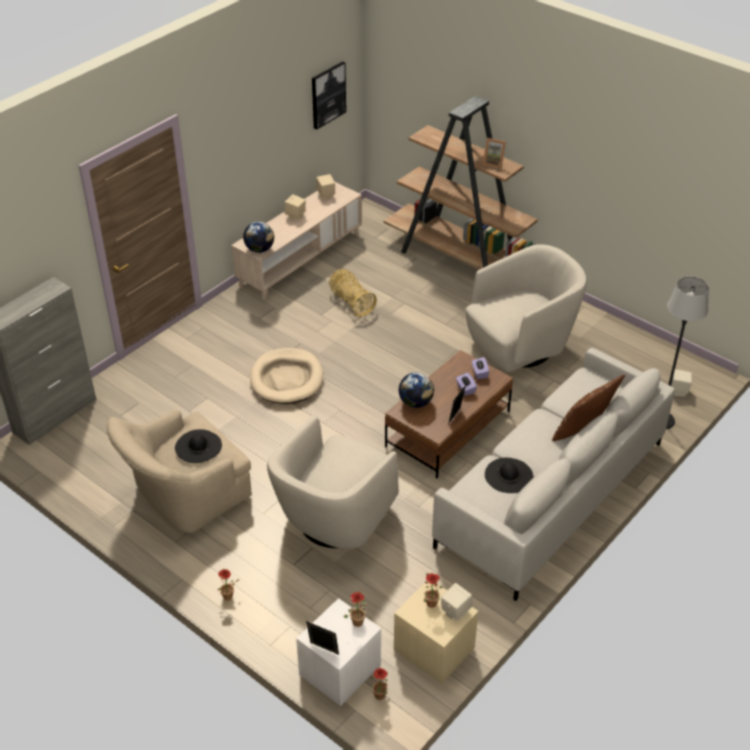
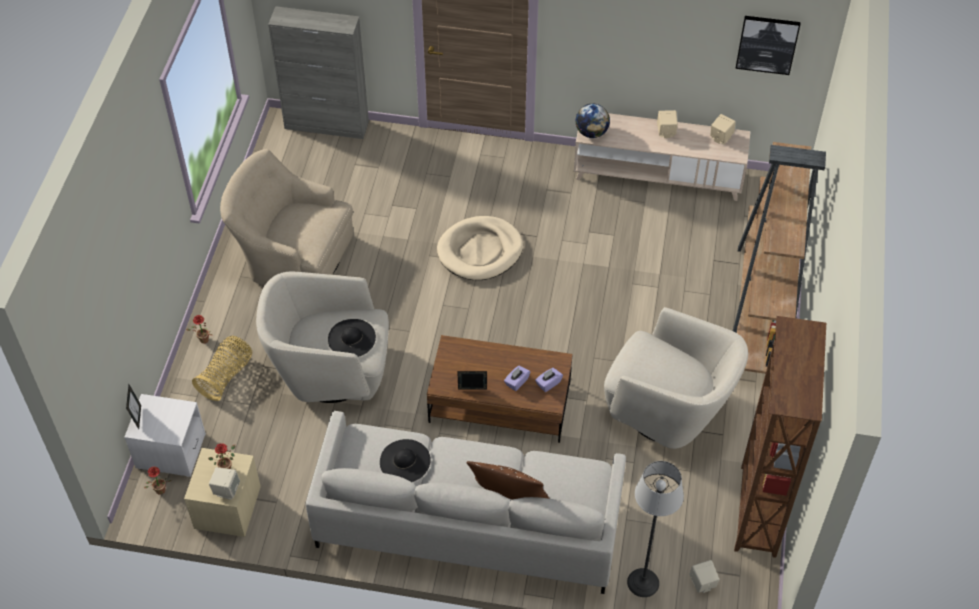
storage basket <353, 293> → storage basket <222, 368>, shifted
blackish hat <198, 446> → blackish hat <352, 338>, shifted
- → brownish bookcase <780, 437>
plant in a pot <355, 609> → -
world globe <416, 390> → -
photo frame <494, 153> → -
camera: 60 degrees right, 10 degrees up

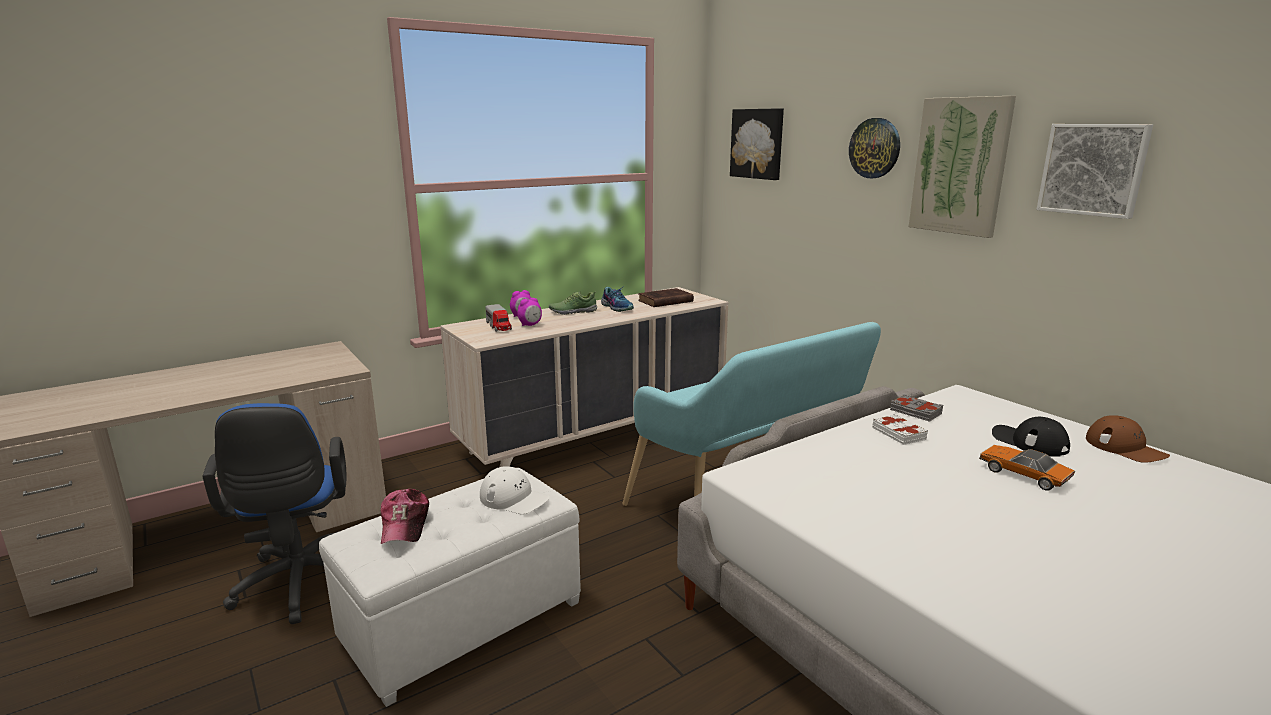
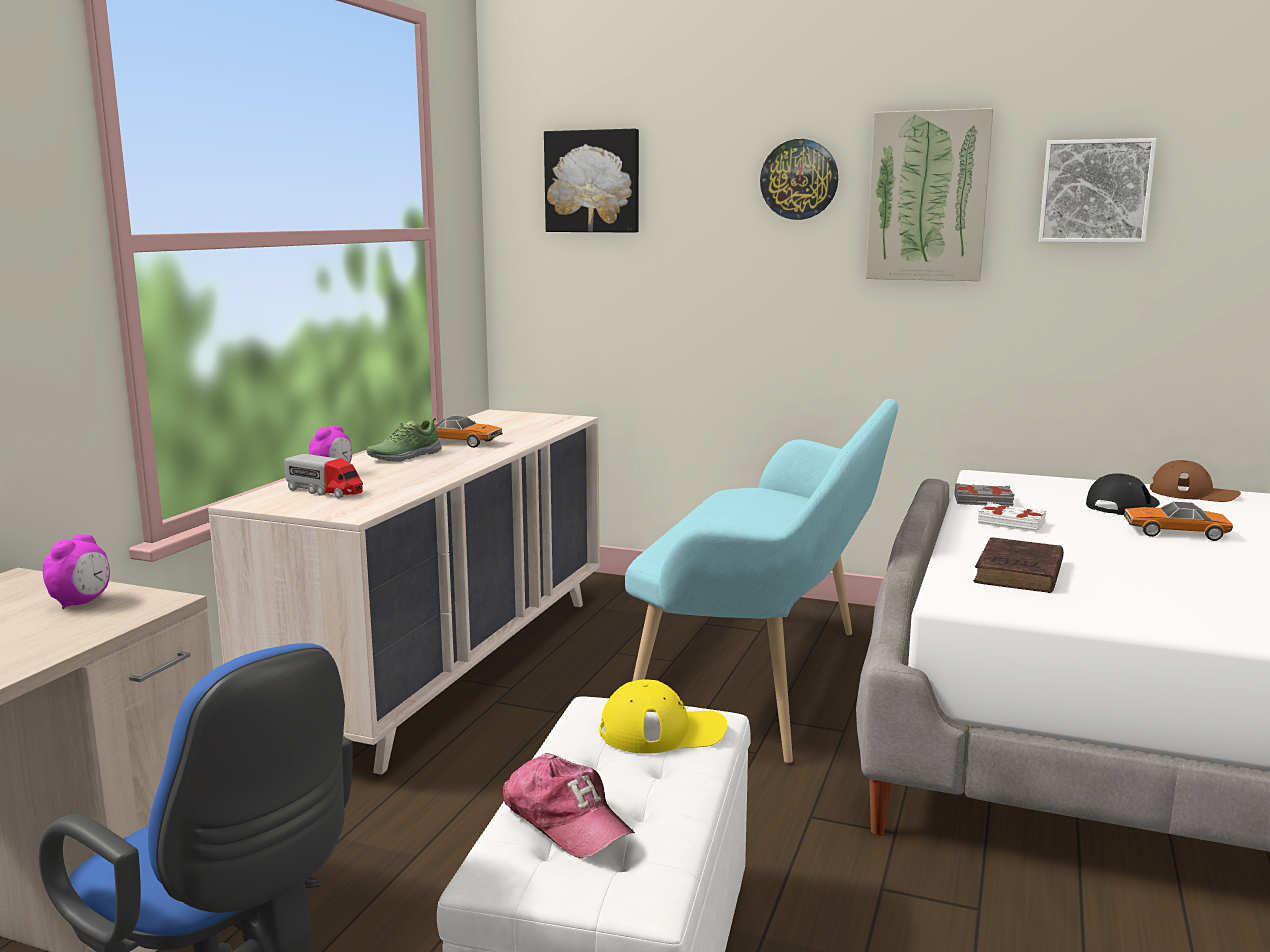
bedside clock <529, 312> → bedside clock <76, 571>, shifted
low shoe <617, 299> → miniature car <468, 432>
white-coloured cap <515, 490> → yellow-coloured cap <663, 716>
brownish bound book <666, 297> → brownish bound book <1019, 565>, shifted
blackish cap <1031, 437> → blackish cap <1123, 494>, 120 degrees clockwise
camera: 35 degrees left, 5 degrees down

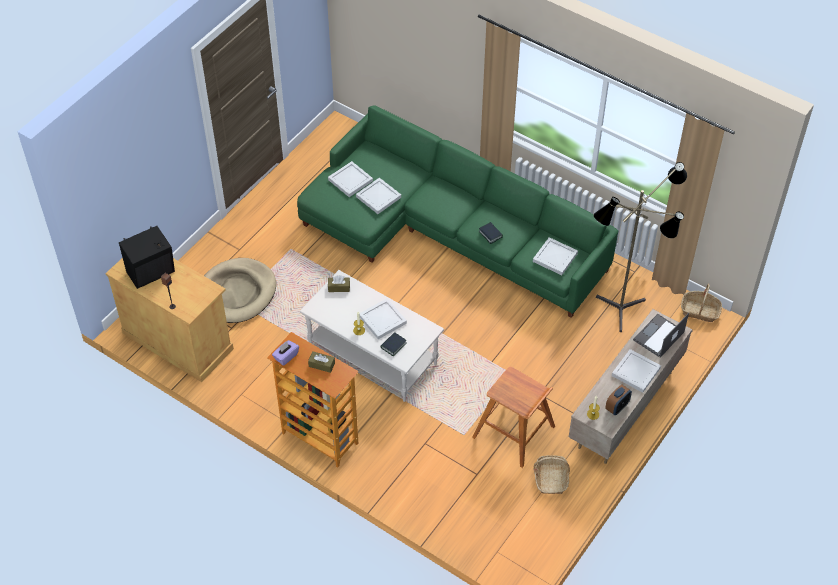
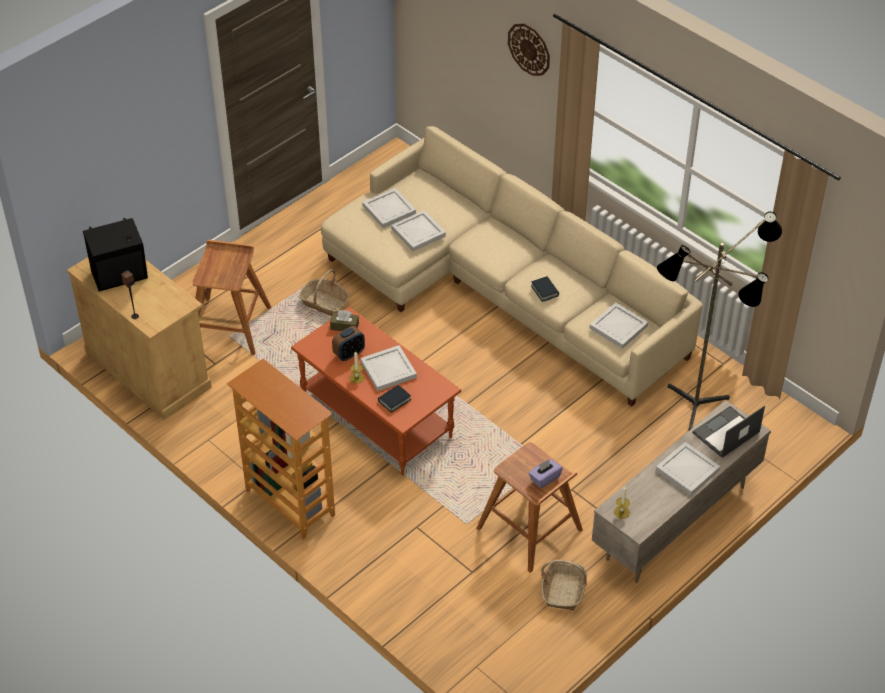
sand-coloured dog bed <240, 290> → brownish sitting stool <232, 297>
white-coloured low table <372, 336> → orangey low table <376, 391>
storage basket <701, 302> → storage basket <324, 292>, shifted
greenish sofa <457, 211> → sand-coloured sofa <512, 266>
bedside clock <618, 399> → bedside clock <348, 343>, shifted
- → hanging clock <529, 50>
purple tissue holder <285, 353> → purple tissue holder <546, 474>, shifted
brownish tissue holder <321, 362> → -
camera: 10 degrees right, 5 degrees down

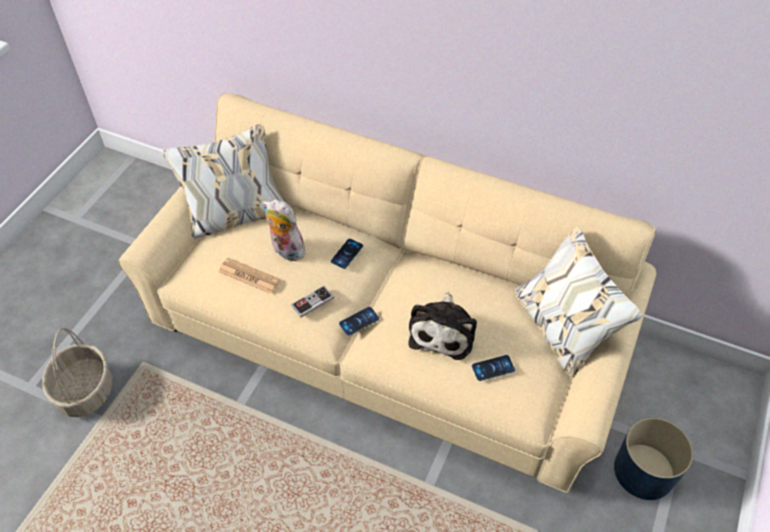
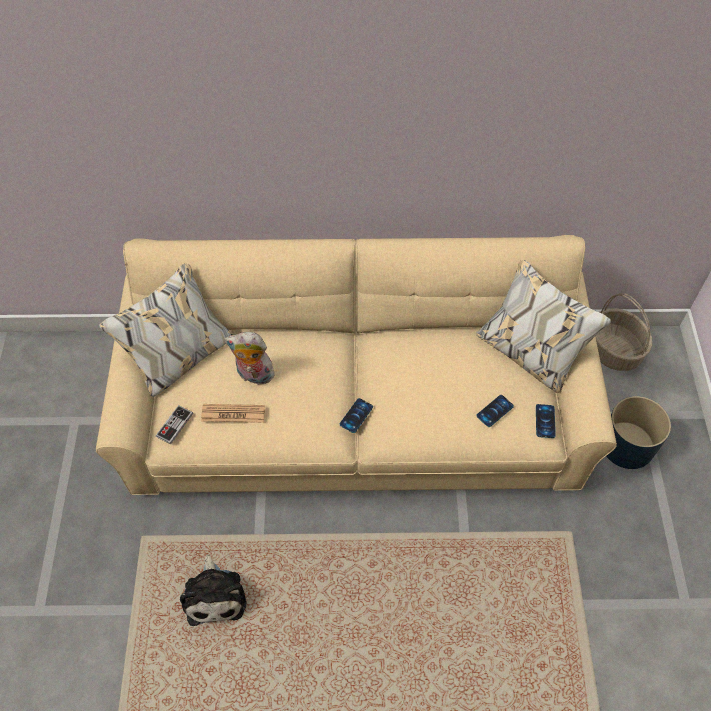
joypad <312, 302> → joypad <174, 424>, shifted
cuddly toy <442, 326> → cuddly toy <213, 590>, shifted
handset <347, 254> → handset <546, 421>, shifted
storage basket <77, 372> → storage basket <623, 332>, shifted
camera: 25 degrees left, 5 degrees up

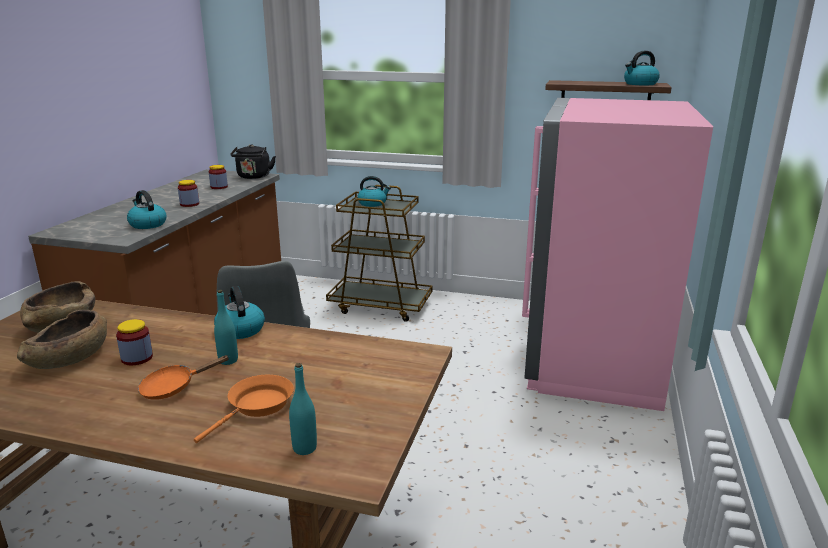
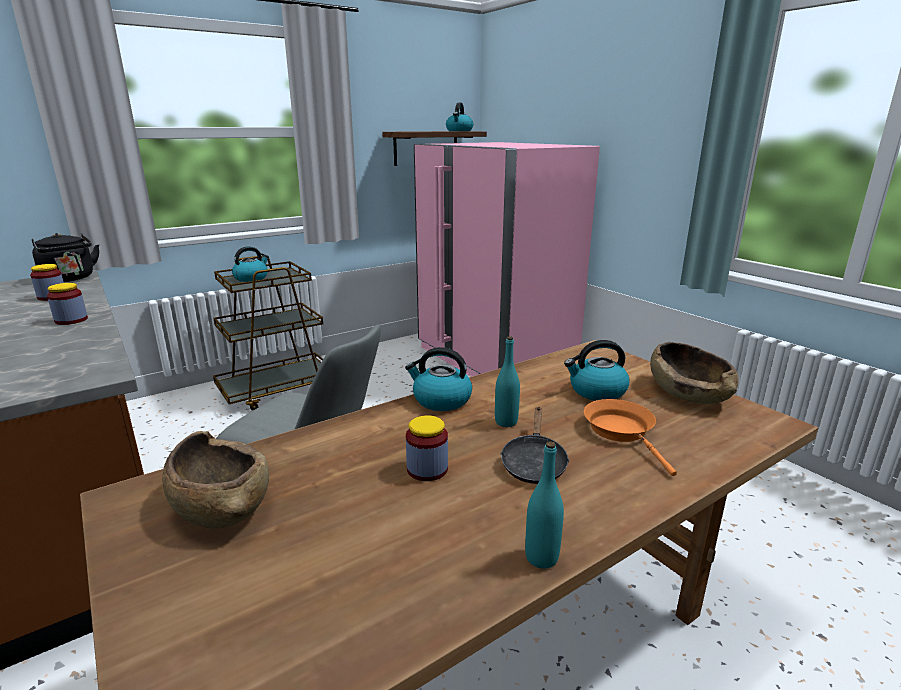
orangey frying pan <184, 377> → blackish frying pan <535, 445>
turquoise drink bottle <303, 409> → turquoise drink bottle <544, 505>, shifted
tea kettle <147, 209> → tea kettle <596, 370>, shifted
brownish serving bowl <62, 339> → brownish serving bowl <694, 373>, shifted
camera: 50 degrees left, 0 degrees up

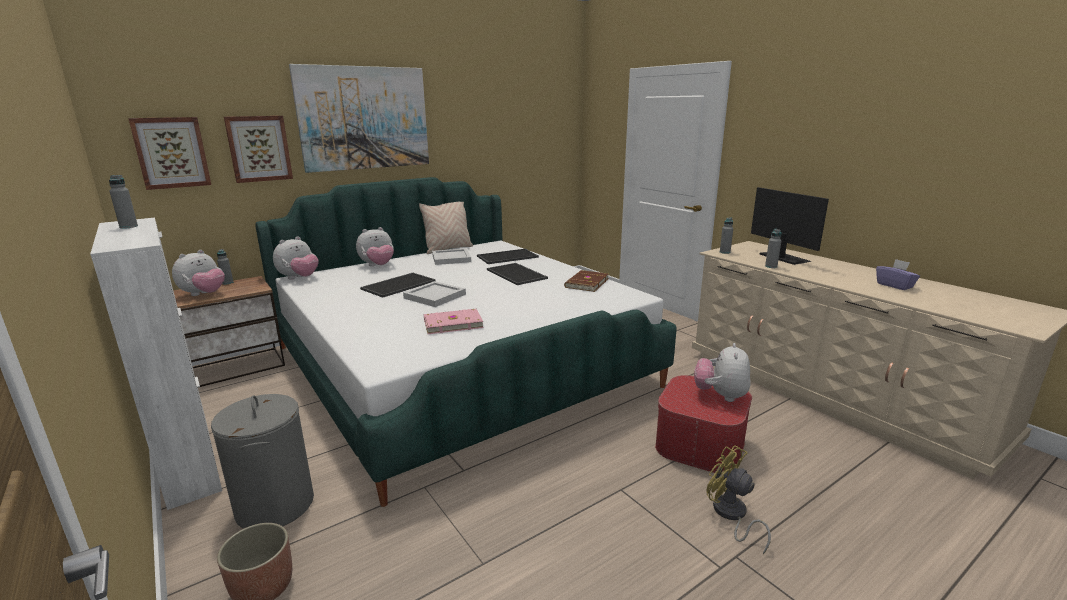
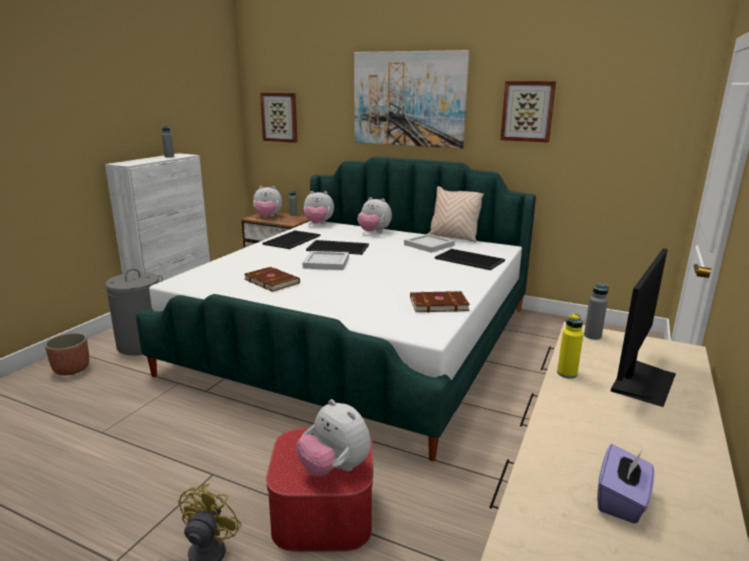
pinkish bound book <453, 321> → brownish bound book <272, 279>
serving tray <517, 274> → serving tray <291, 239>, shifted
cuddly toy <722, 372> → cuddly toy <333, 438>, 120 degrees counterclockwise
picture <258, 149> → picture <528, 112>, shifted
gray drink bottle <773, 248> → yellow-coloured drink bottle <570, 346>
camera: 60 degrees right, 0 degrees up

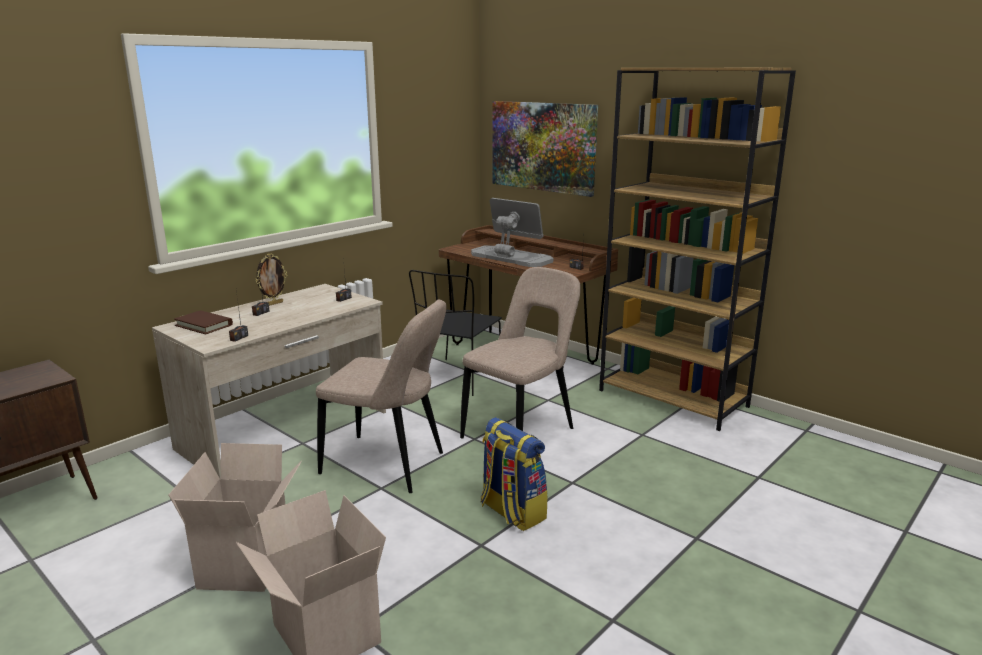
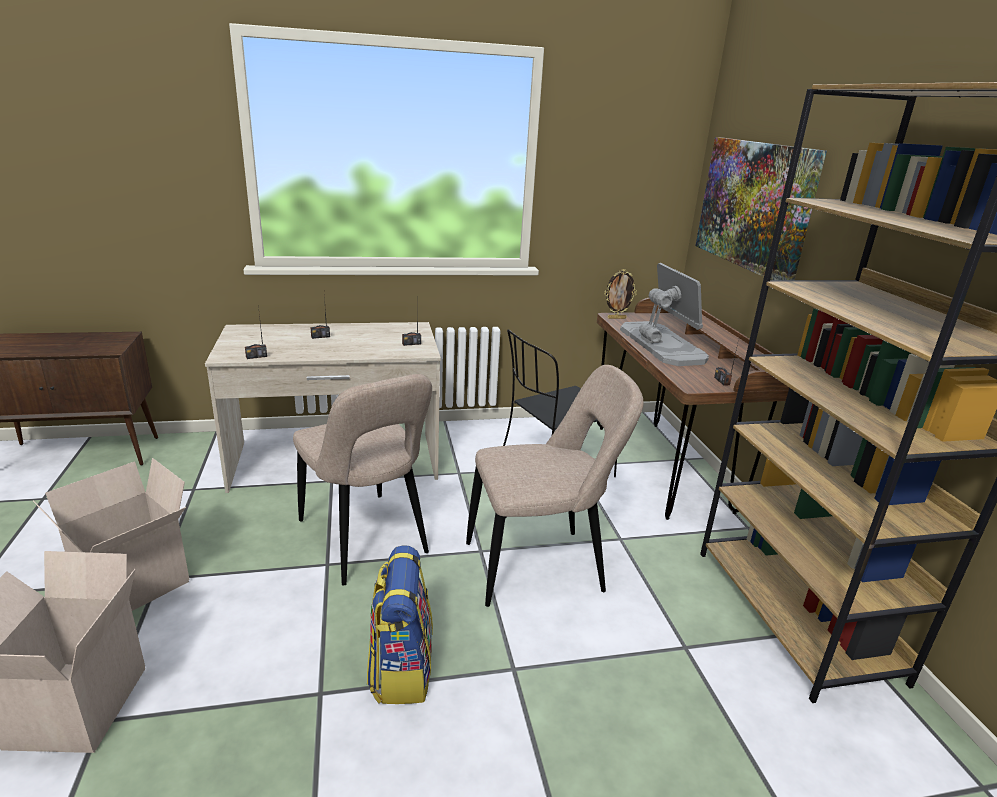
photo frame <271, 280> → photo frame <621, 294>, shifted
brownish bound book <203, 322> → -
camera: 35 degrees right, 5 degrees up

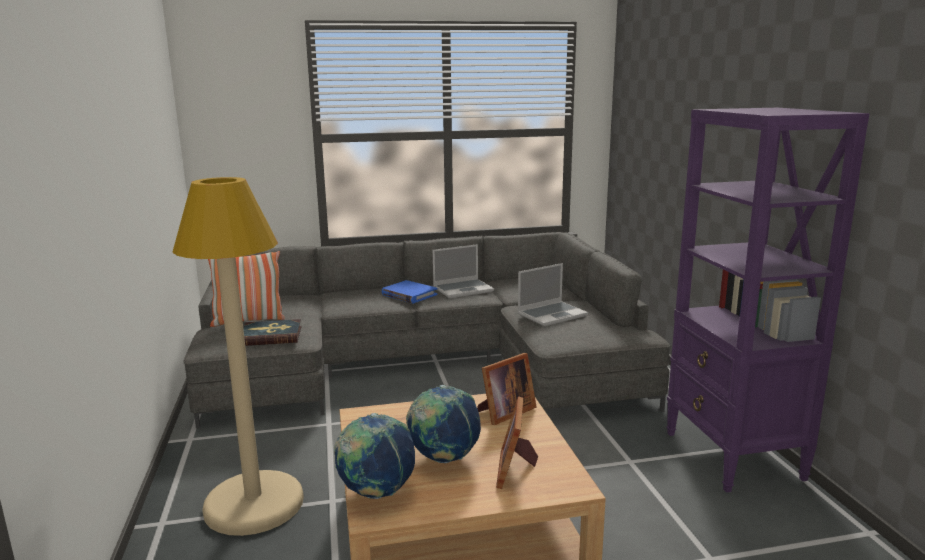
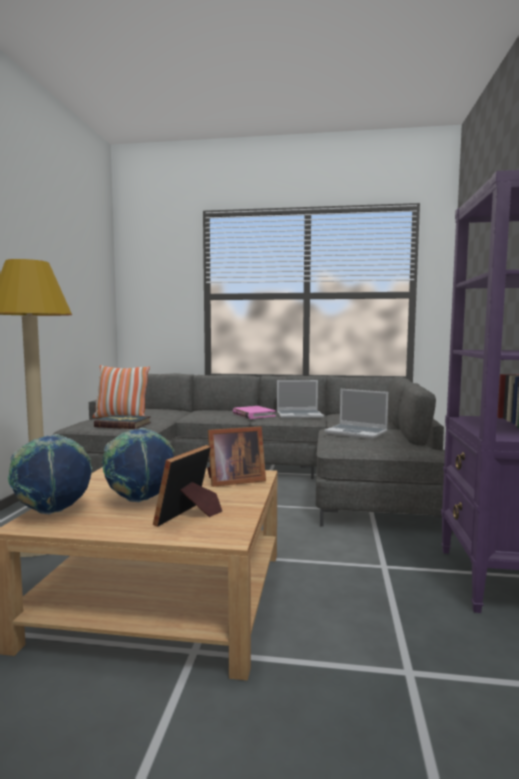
blue bound book <410, 292> → pinkish bound book <254, 412>
portable computer <552, 294> → portable computer <356, 414>, 45 degrees clockwise
camera: 20 degrees right, 10 degrees down

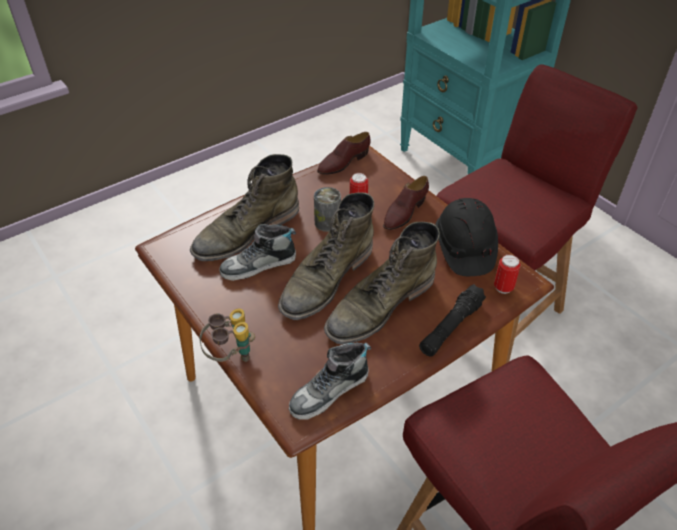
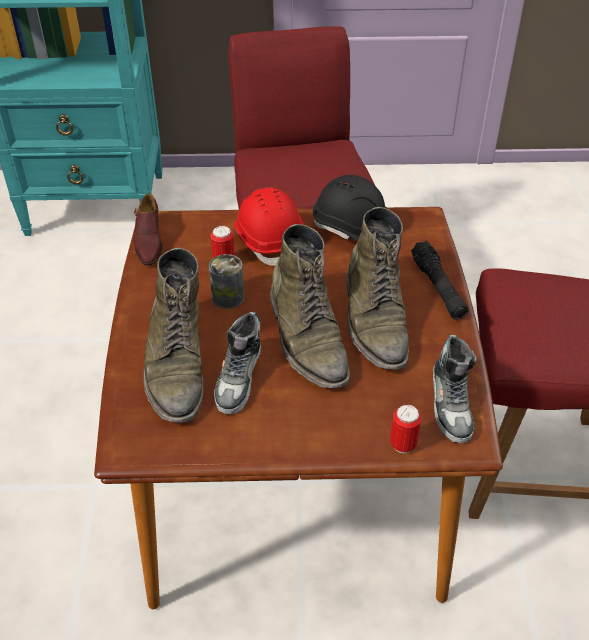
brownish low shoe <406, 203> → red work helmet <269, 227>
can <507, 274> → can <405, 428>, shifted
pair of binoculars <227, 335> → -
camera: 55 degrees left, 0 degrees up

